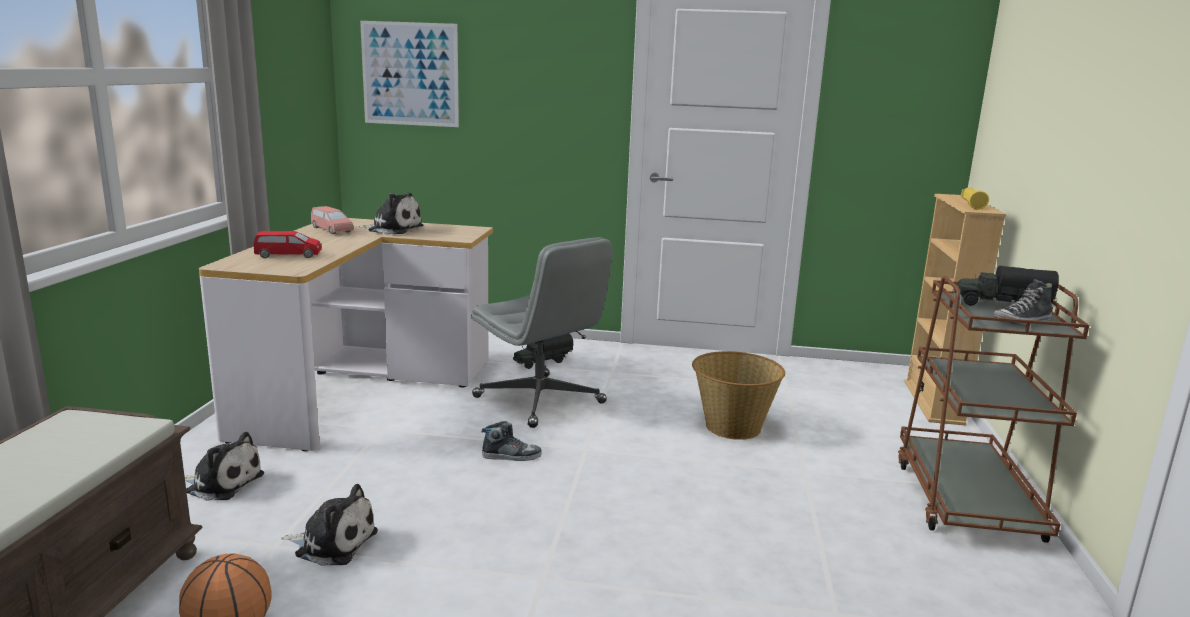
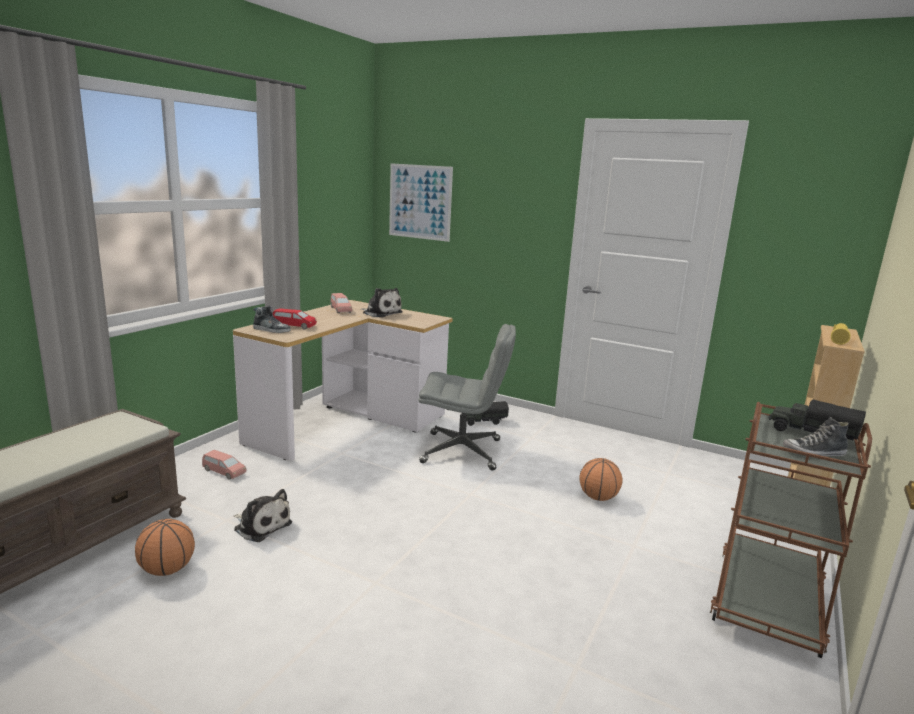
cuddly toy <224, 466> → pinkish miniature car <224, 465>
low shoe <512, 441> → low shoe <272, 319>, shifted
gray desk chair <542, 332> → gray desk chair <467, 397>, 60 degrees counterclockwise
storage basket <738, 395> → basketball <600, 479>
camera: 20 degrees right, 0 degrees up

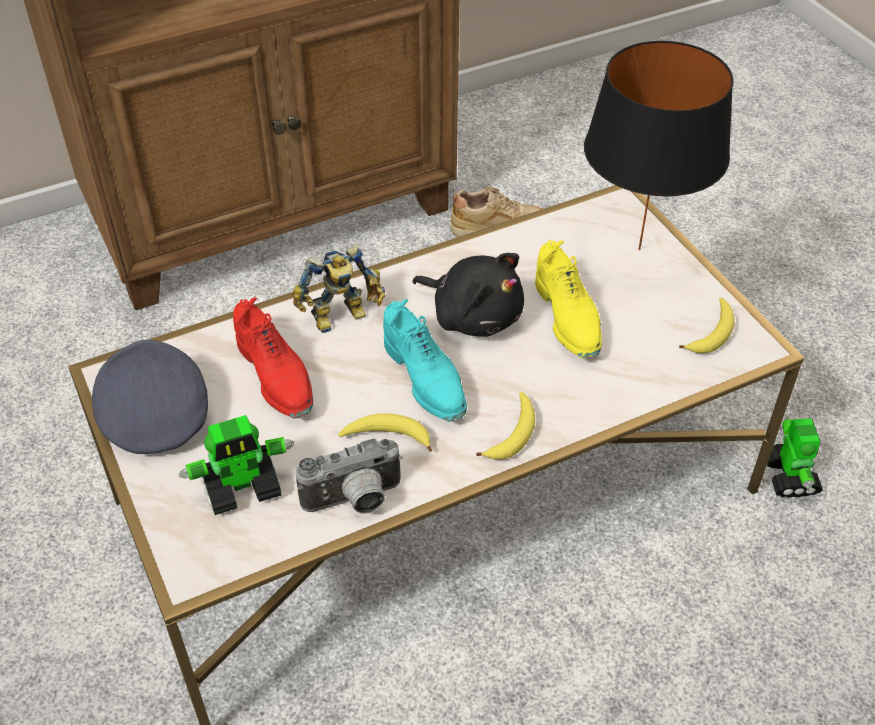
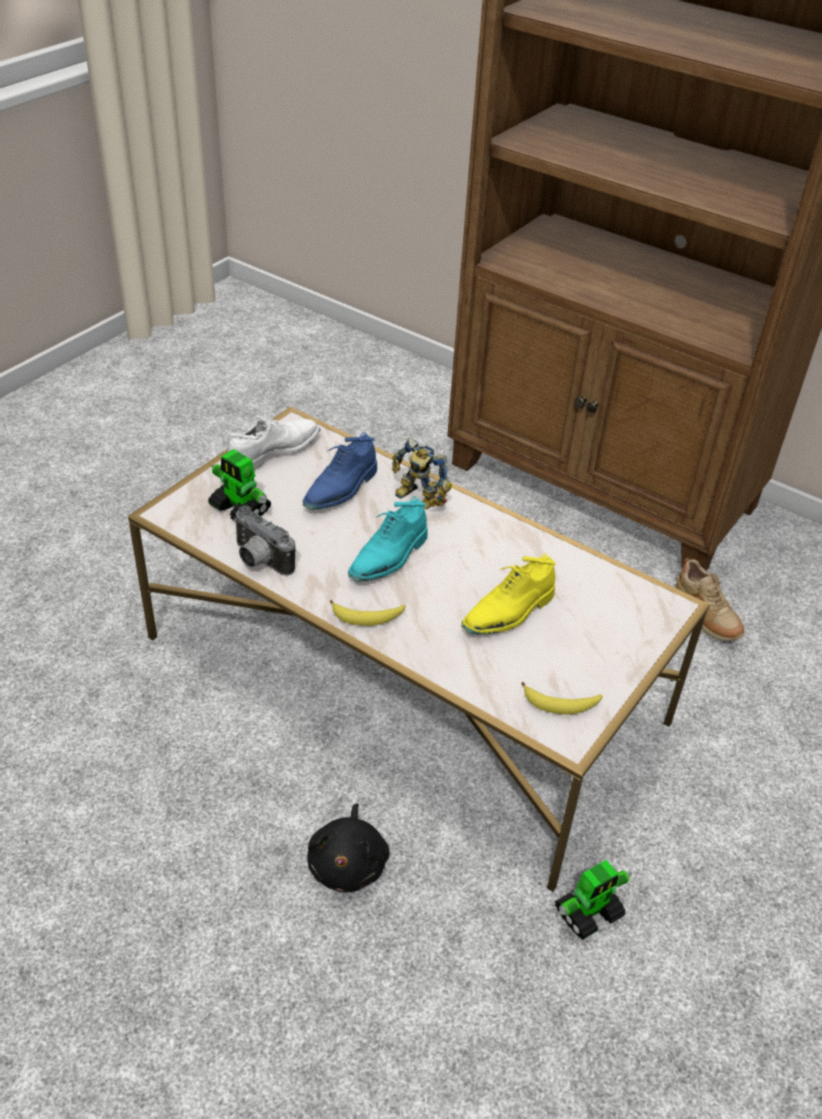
gray cap <150, 397> → white-coloured low shoe <274, 443>
red low shoe <273, 358> → blue low shoe <340, 471>
blackish cuddly toy <468, 295> → blackish cuddly toy <348, 847>, shifted
banana fruit <385, 432> → -
blackish tabletop lamp <658, 145> → -
camera: 60 degrees right, 5 degrees down

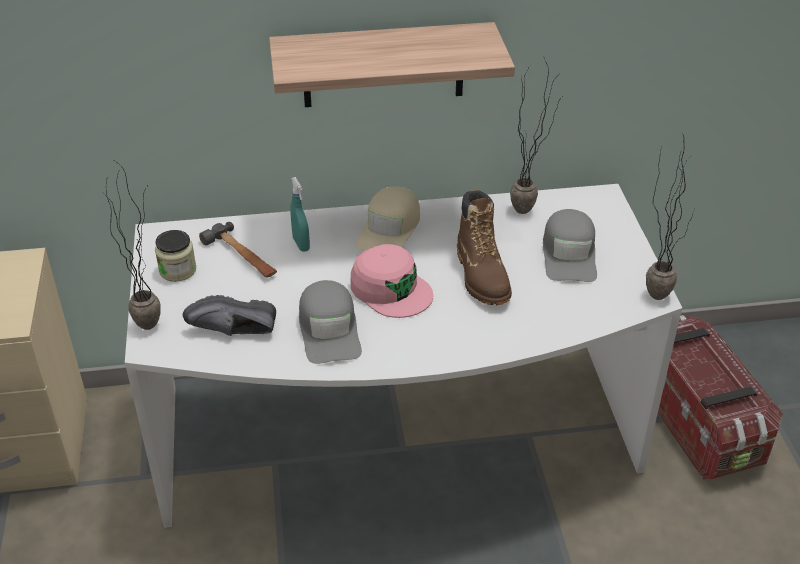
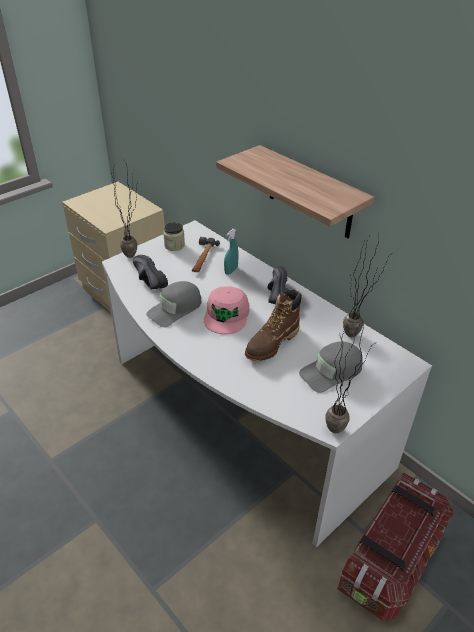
sand-coloured cap <387, 218> → blackish low shoe <278, 285>
camera: 55 degrees right, 0 degrees up

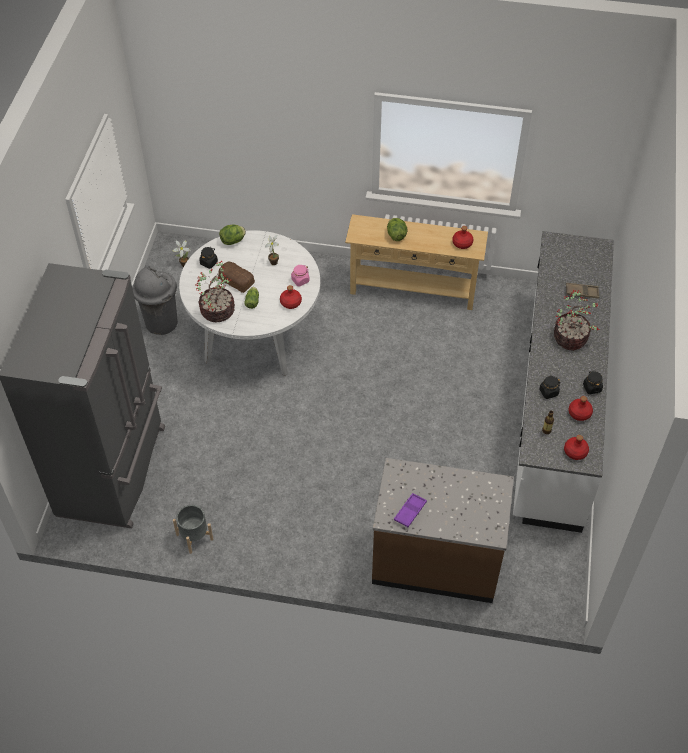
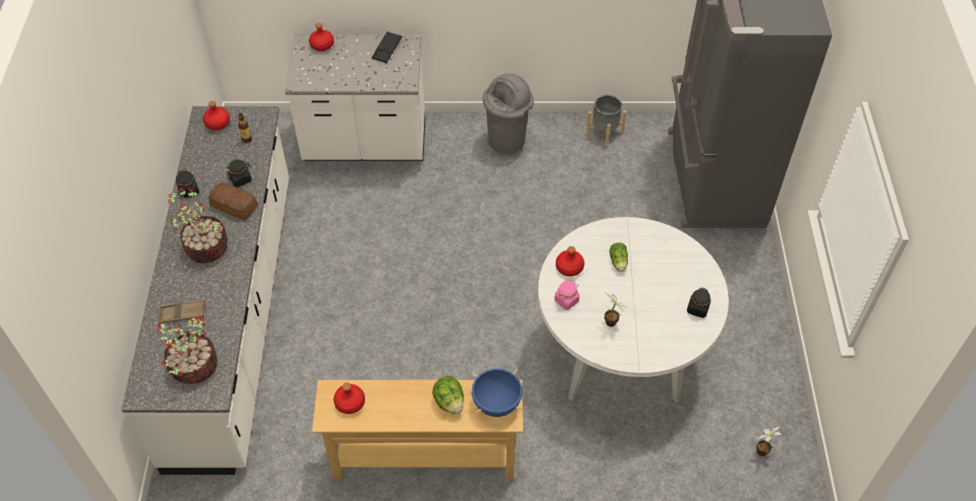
plant in a pot <215, 292> → plant in a pot <187, 350>, shifted
baked bread <236, 277> → baked bread <233, 202>, shifted
brownish counter <443, 530> → white-coloured counter <355, 97>
red drink bottle <580, 408> → red drink bottle <321, 37>, shifted
purple serving tray <410, 510> → blackish serving tray <387, 47>
- → blue cooking pot <497, 392>
gray rubbish bin <155, 300> → gray rubbish bin <508, 113>, shifted
head of lettuce <232, 235> → -
camera: 170 degrees right, 0 degrees up

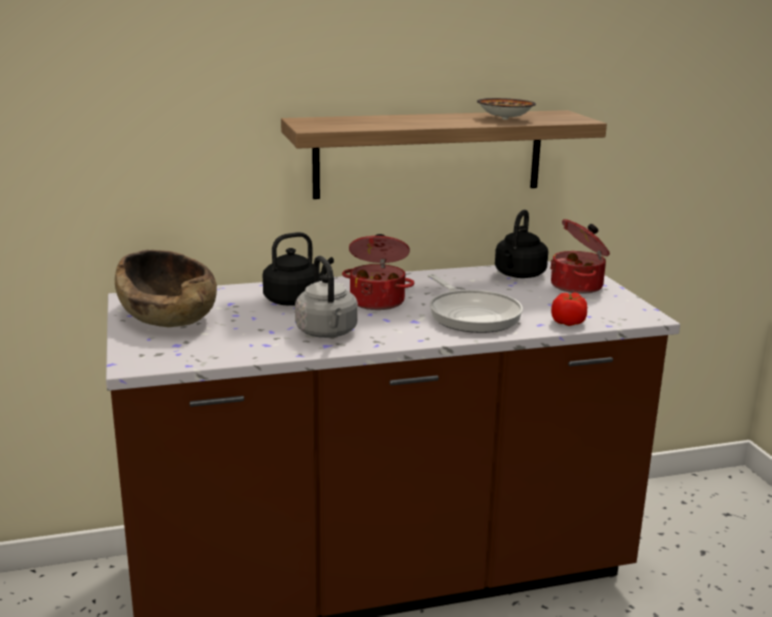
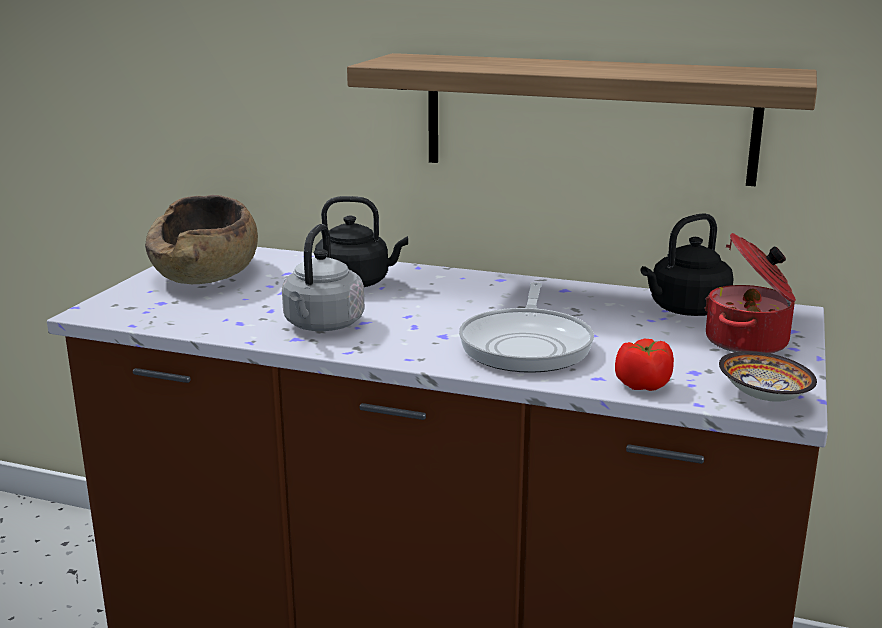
serving bowl <506, 109> → serving bowl <768, 376>, shifted
cooking pot <378, 272> → -
camera: 35 degrees right, 0 degrees up

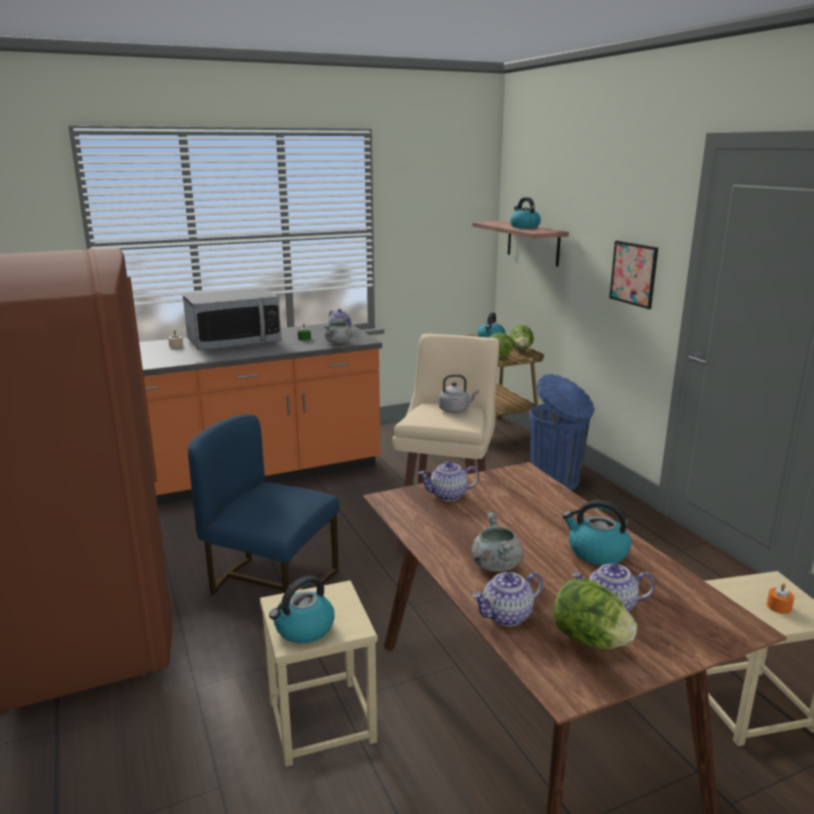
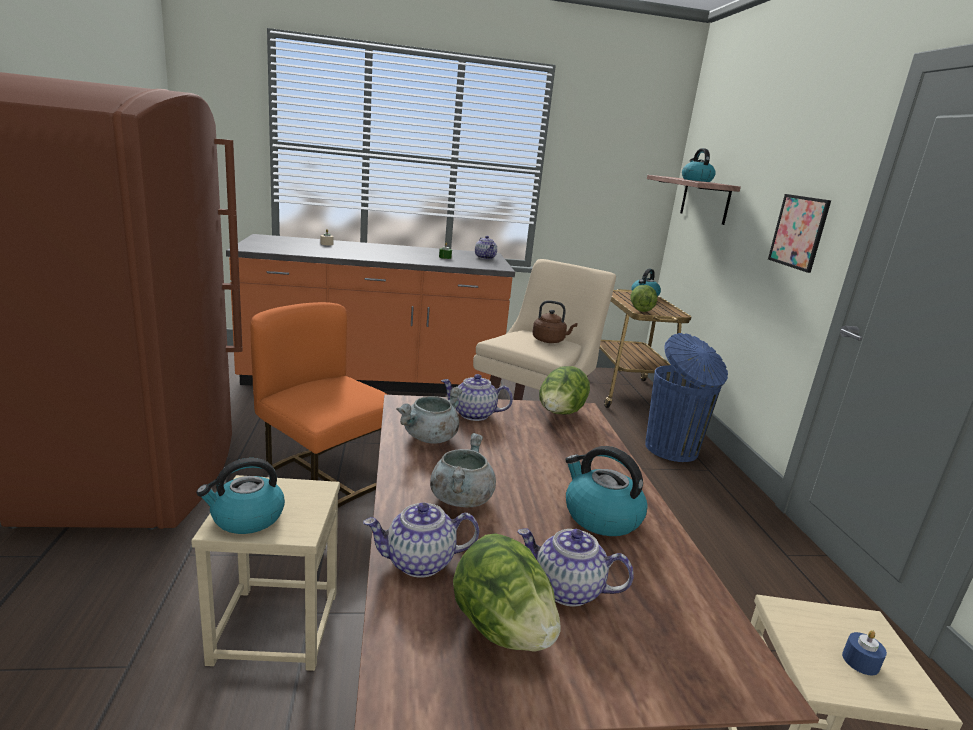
blue upright chair <263, 504> → orangey upright chair <319, 405>
gray cooking pot <338, 330> → gray cooking pot <429, 414>, shifted
gray tea kettle <459, 393> → brownish tea kettle <554, 321>
head of lettuce <522, 337> → head of lettuce <564, 390>, shifted
orangey wax candle <780, 598> → blue wax candle <864, 652>
kitchen microwave <232, 319> → -
camera: 15 degrees right, 0 degrees up

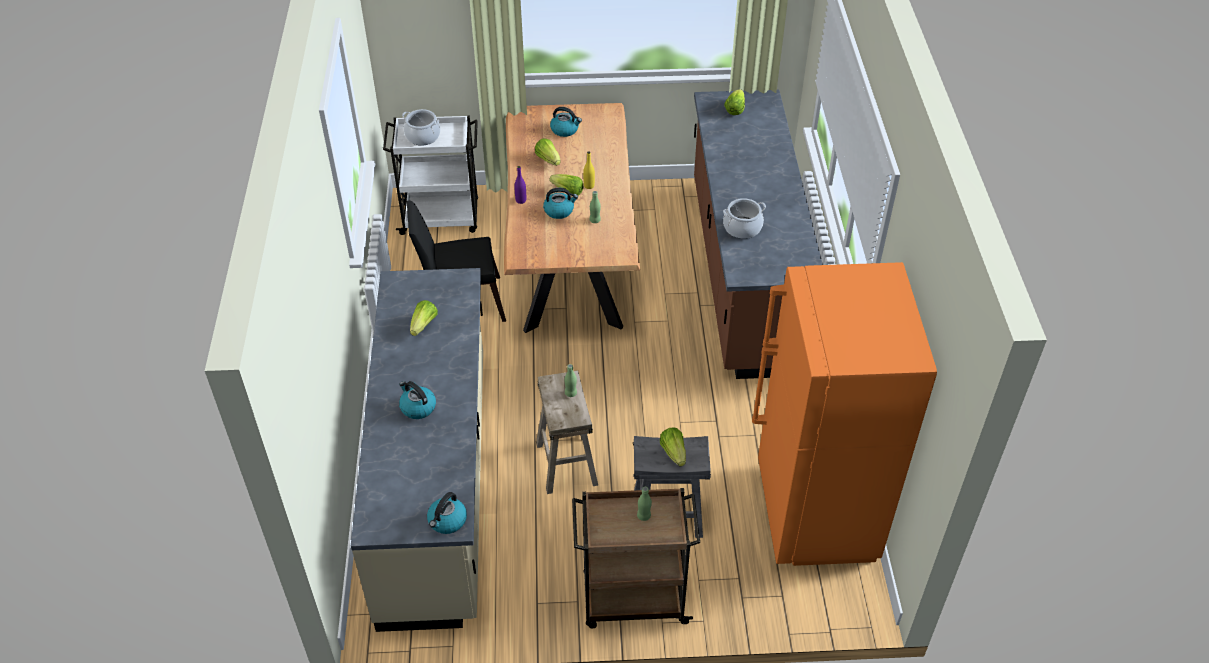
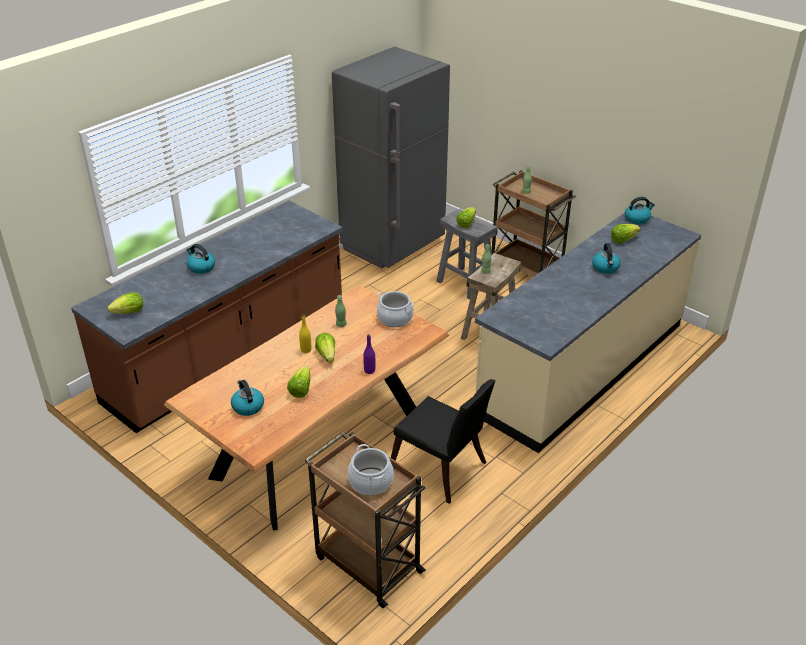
tea kettle <560, 203> → tea kettle <201, 259>, shifted
white-coloured trolley <430, 175> → brownish trolley <365, 520>
orangey fridge <844, 414> → gray fridge <391, 157>
cooking pot <744, 218> → cooking pot <395, 309>, shifted
head of lettuce <424, 318> → head of lettuce <625, 234>, shifted
camera: 135 degrees left, 10 degrees down

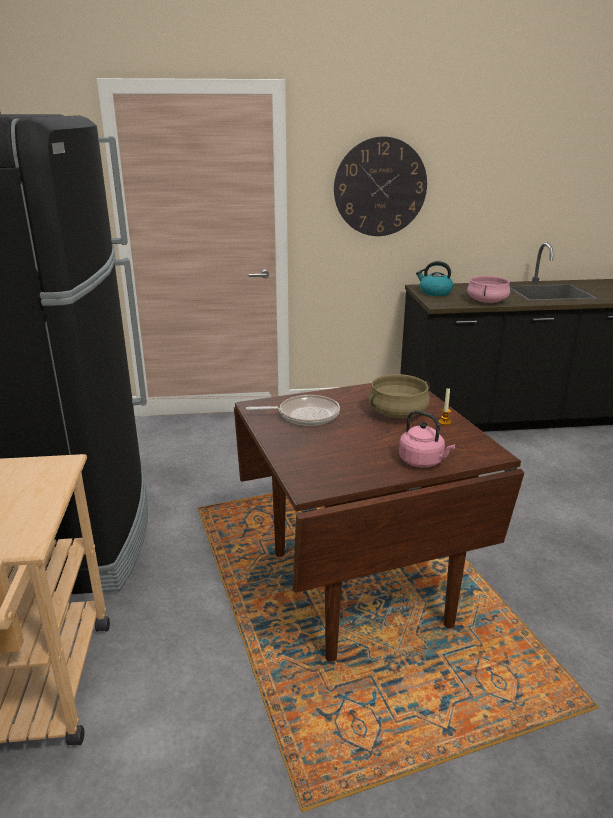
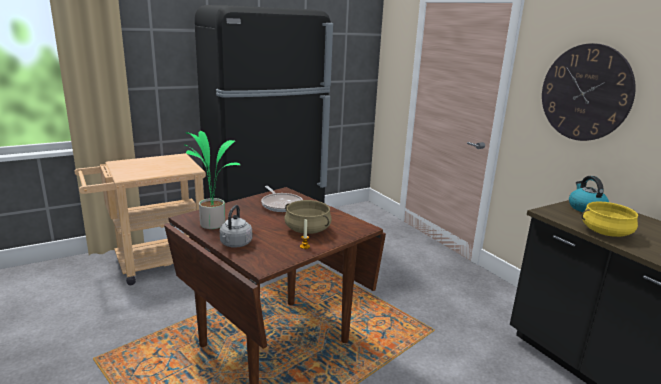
- → plant in a pot <212, 180>
pinkish tea kettle <427, 439> → gray tea kettle <236, 226>
pinkish cooking pot <488, 289> → yellow-coloured cooking pot <609, 219>
camera: 65 degrees right, 5 degrees down

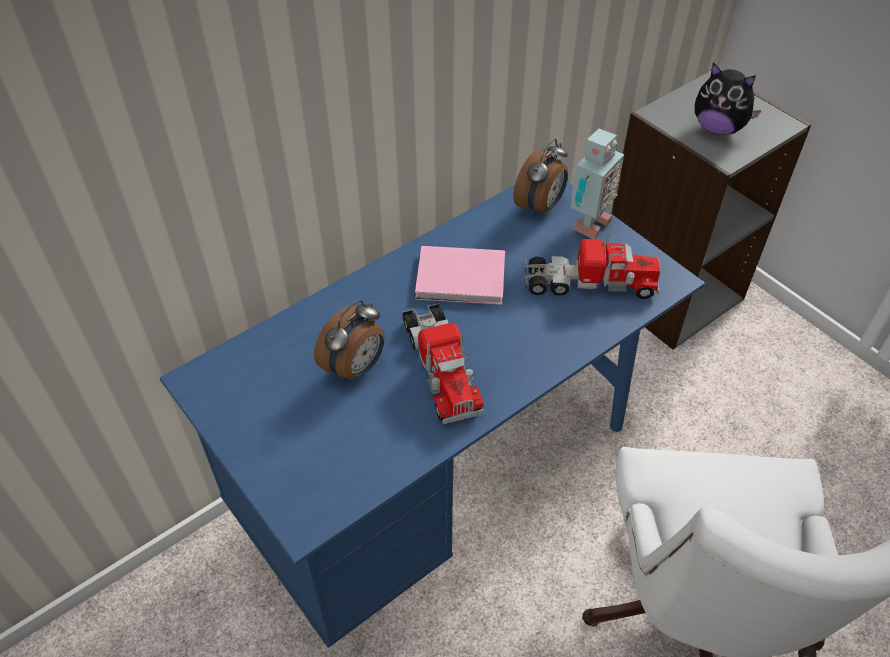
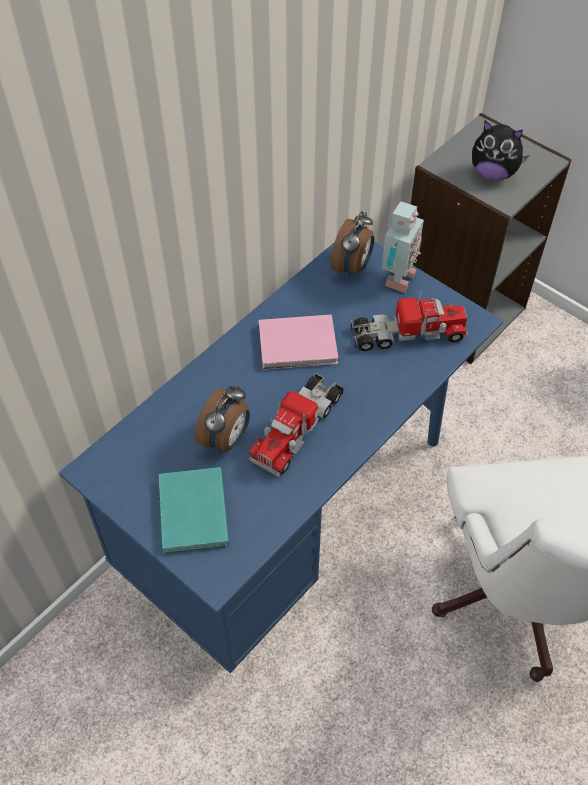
- → turquoise bound book <193, 510>
toy lorry <443, 363> → toy lorry <296, 425>, 60 degrees clockwise
camera: 10 degrees left, 5 degrees up

